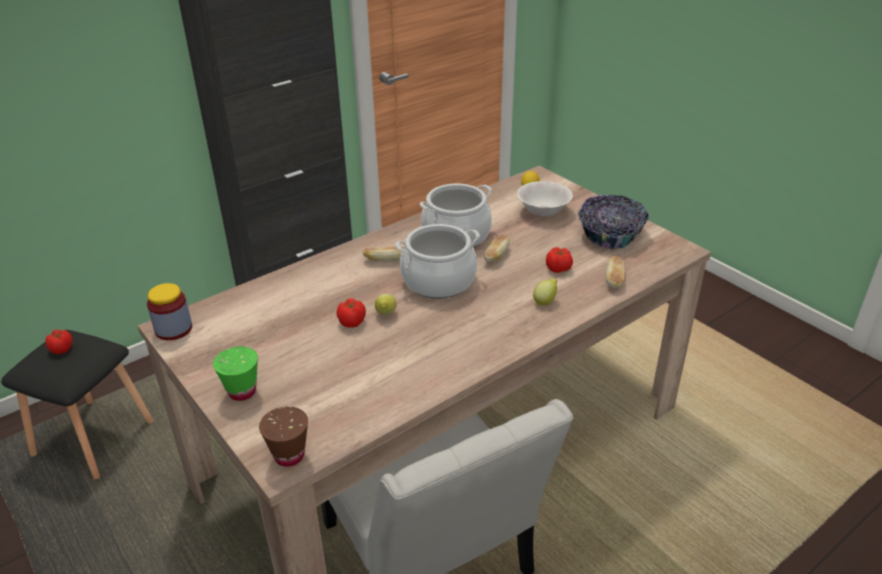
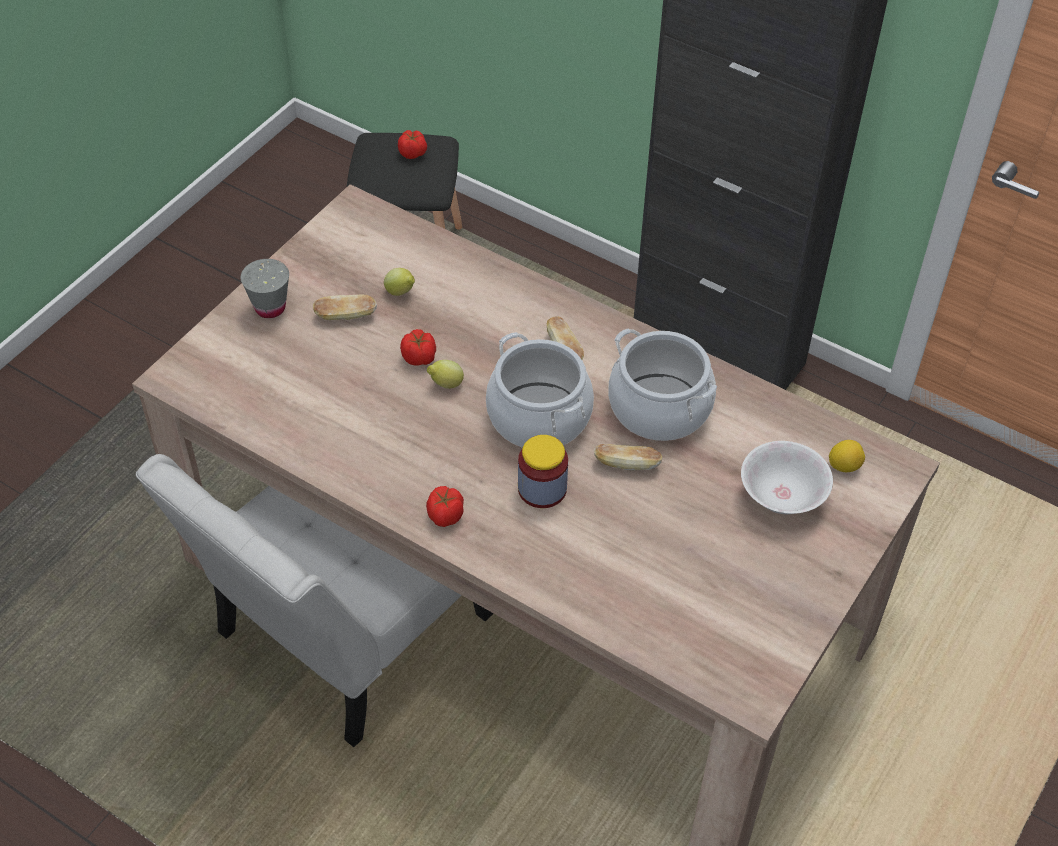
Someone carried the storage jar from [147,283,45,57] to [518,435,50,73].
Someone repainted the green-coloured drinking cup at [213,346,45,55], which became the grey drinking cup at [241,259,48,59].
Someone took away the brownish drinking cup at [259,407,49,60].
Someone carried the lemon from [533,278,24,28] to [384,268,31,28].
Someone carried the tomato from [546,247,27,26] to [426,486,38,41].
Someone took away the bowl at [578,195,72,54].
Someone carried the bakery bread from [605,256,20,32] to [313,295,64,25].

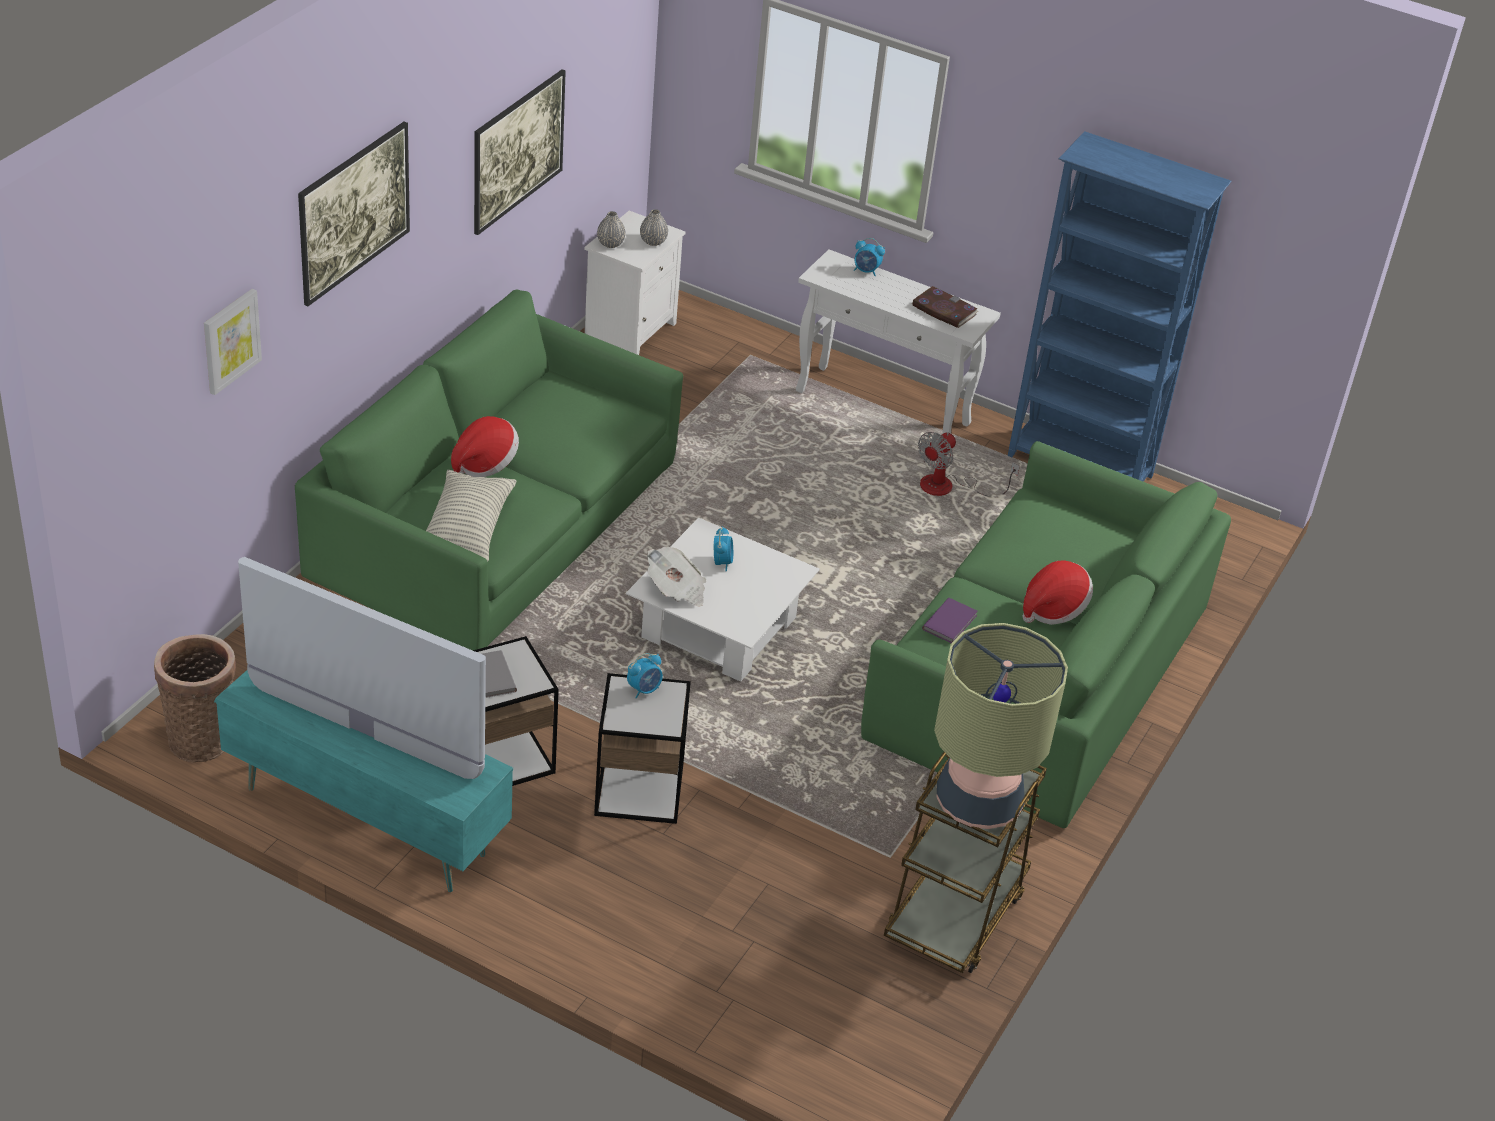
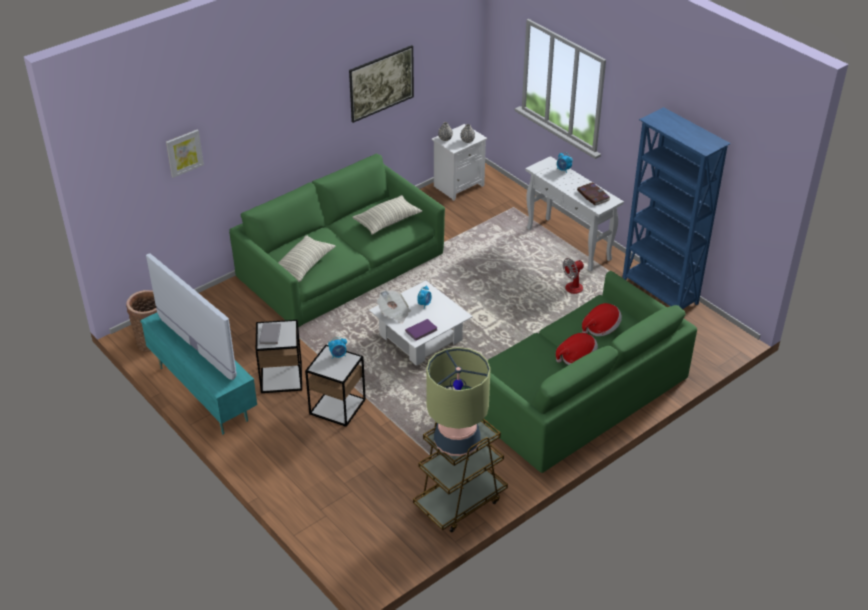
Someone took away the wall picture at [298,122,112,184].
Someone carried the hat from [451,416,68,61] to [582,303,40,33].
Someone carried the purple-coloured bound book from [922,598,56,45] to [405,319,32,22].
Someone put down the throw pillow at [353,195,69,40].

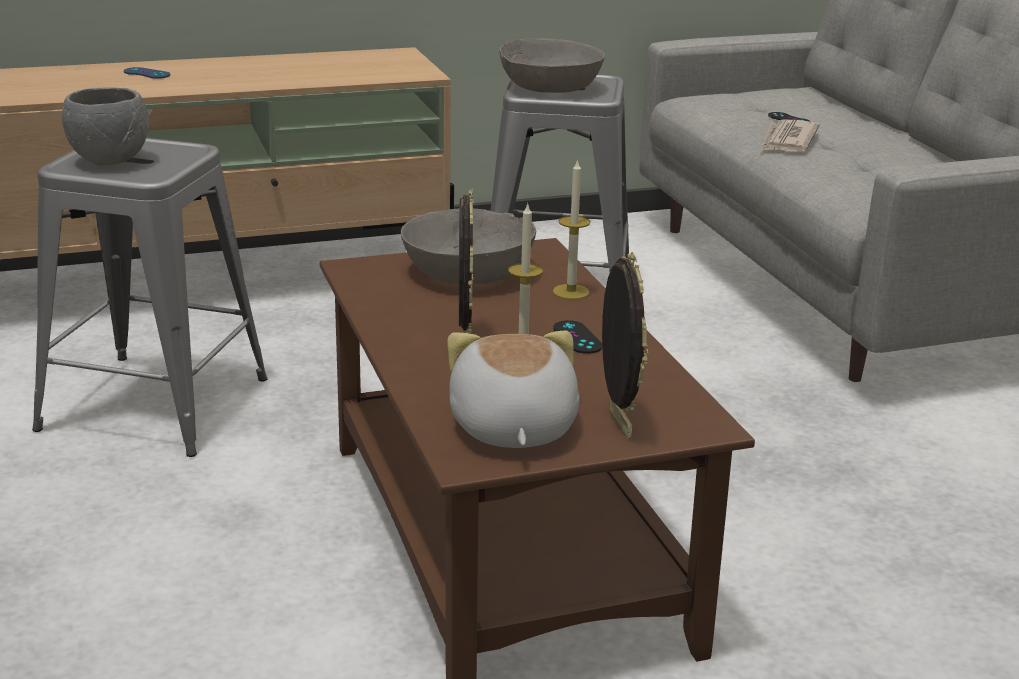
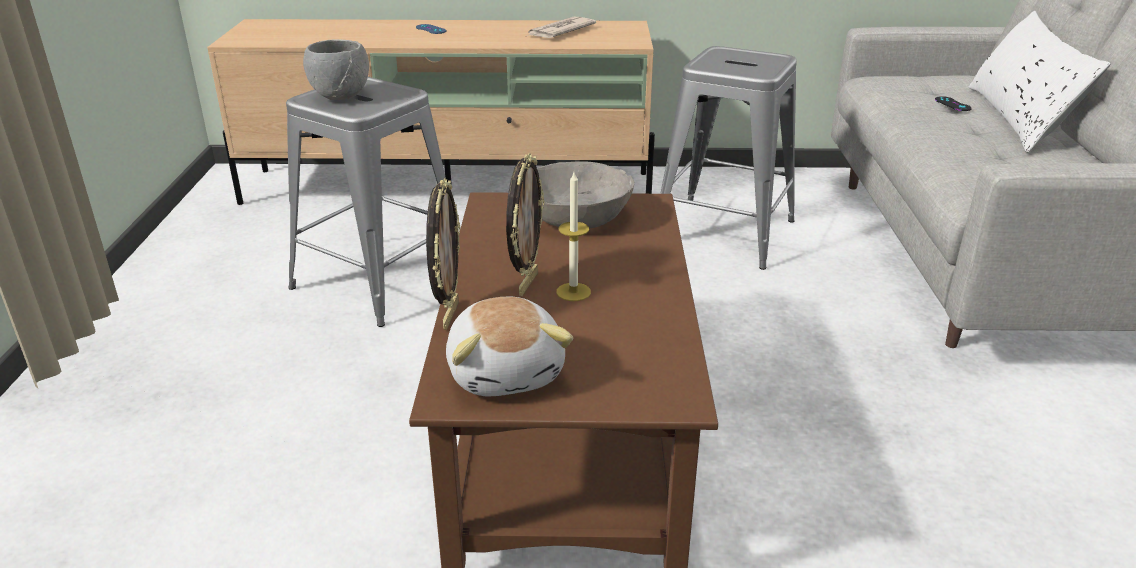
Someone rotated the cuddly toy at [447,330,132,118] by 150 degrees clockwise.
Someone took away the grey bowl at [499,38,106,55].
Someone took away the candle at [553,159,38,141].
Someone took away the black joypad at [553,320,49,34].
Someone carried the photo frame from [602,252,46,187] to [426,178,34,152].
Someone carried the daily paper from [761,119,59,33] to [527,17,69,21].
Someone put down the whitish throw pillow at [968,11,143,142].

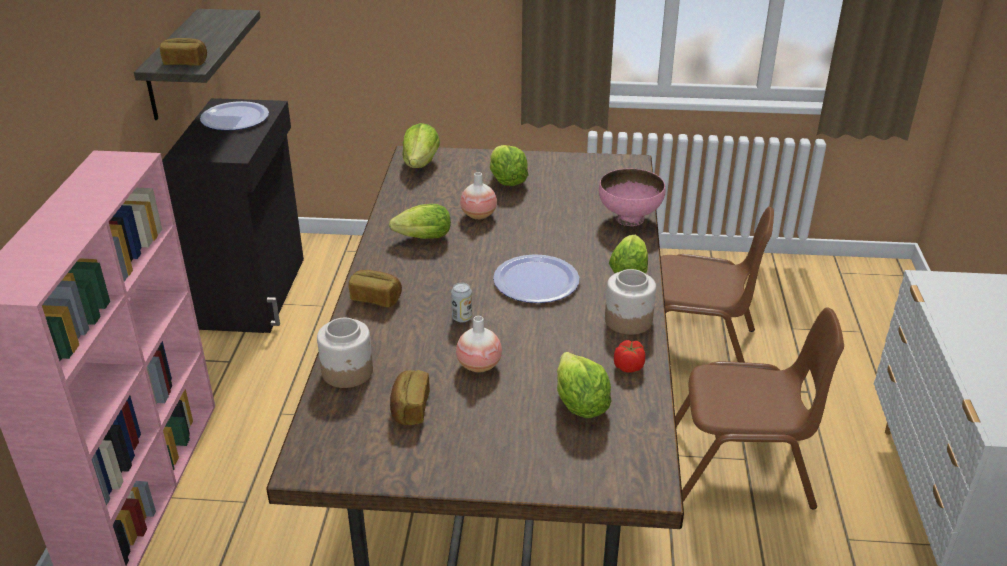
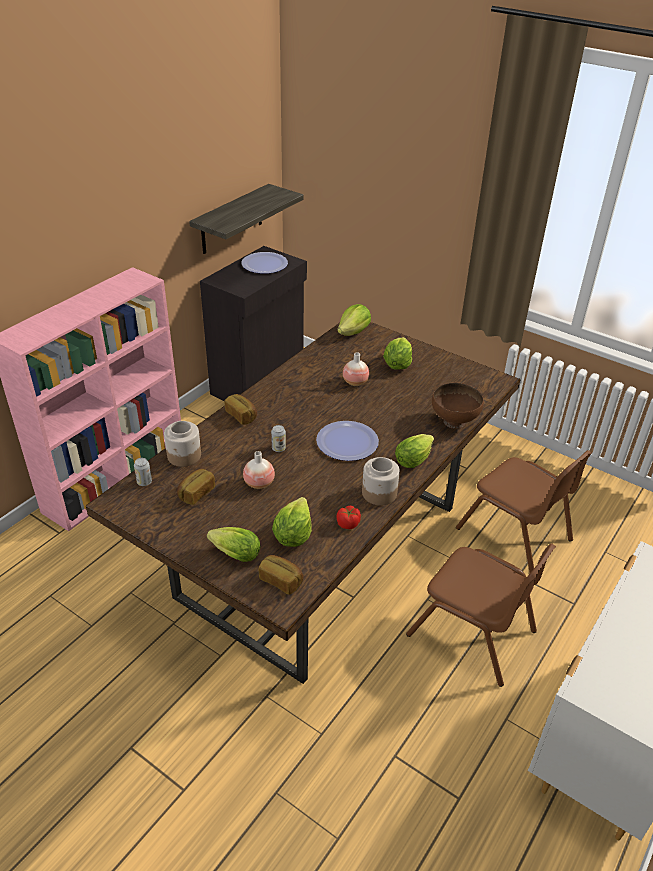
Someone carried the bakery bread from [160,38,47,28] to [258,555,46,40].
Someone carried the lettuce from [389,204,62,35] to [207,527,54,35].
Someone repainted the pinkish bowl at [599,168,67,58], which became the brownish bowl at [432,383,52,46].
Someone put down the metal can at [134,458,18,28].

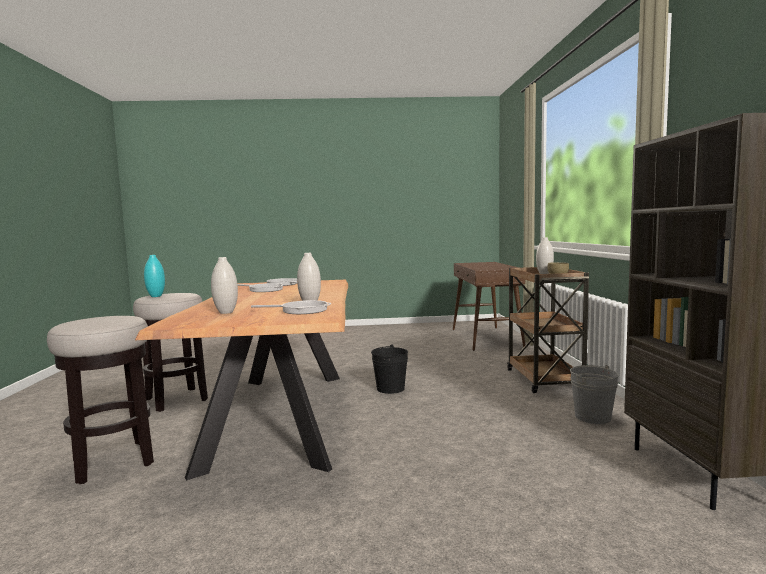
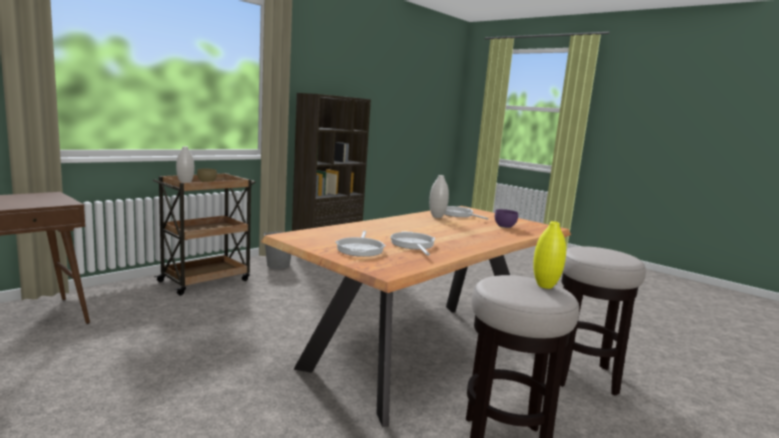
Someone repainted the blue-green flower vase at [144,255,21,42], which became the yellow flower vase at [533,221,33,68].
Someone swapped the whitish flower vase at [211,257,27,57] for the purple-coloured bowl at [495,209,23,19].
Someone took away the black water bucket at [371,344,37,50].

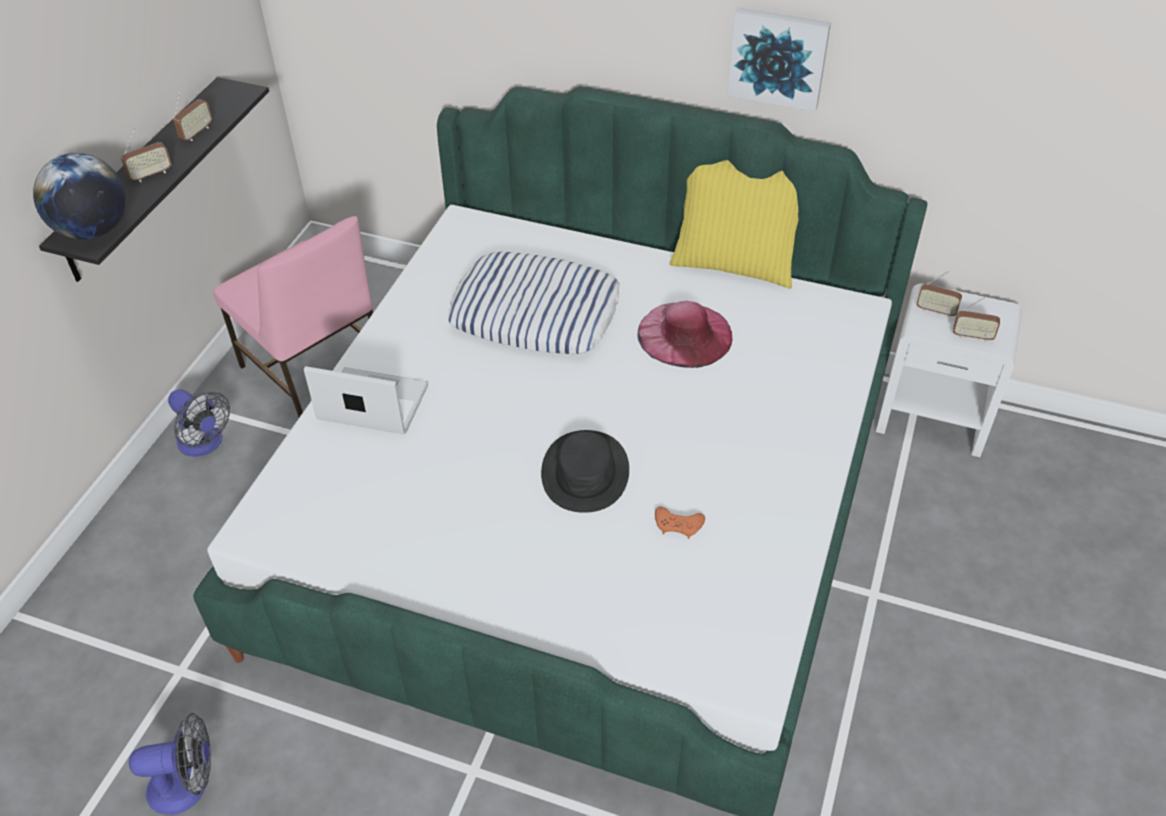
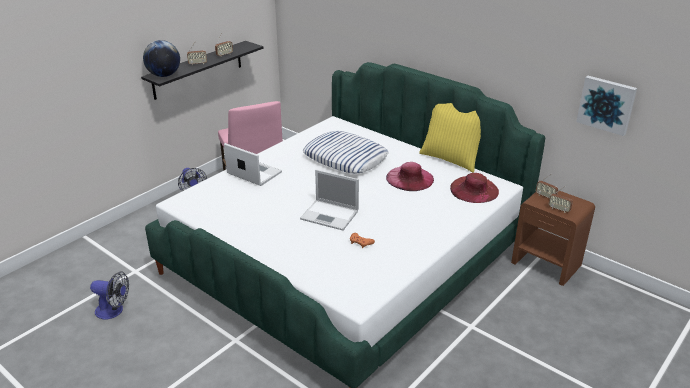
Someone swapped the black hat at [541,430,88,83] for the portable computer at [300,169,59,61].
Someone carried the wall picture from [727,7,104,105] to [576,76,61,60].
Someone repainted the whitish nightstand at [876,284,146,173], which became the brownish nightstand at [511,190,84,96].
Someone put down the red hat at [450,173,49,30].

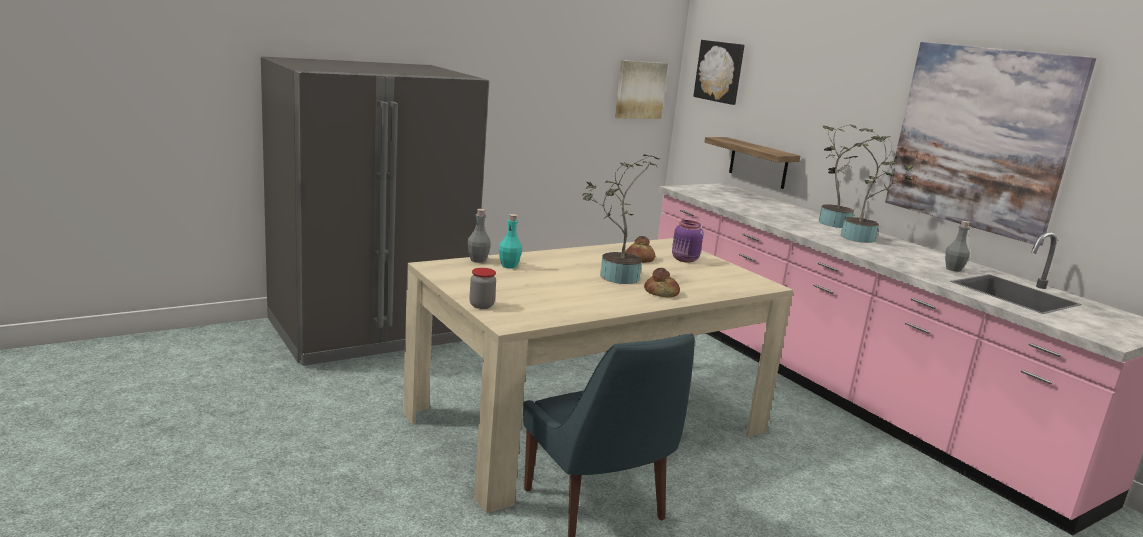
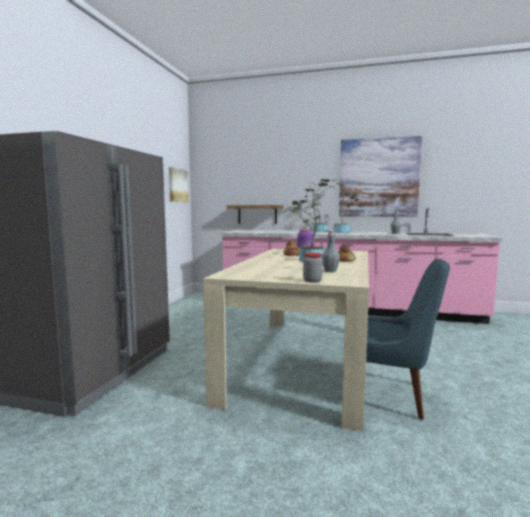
Someone carried the grey beverage bottle from [467,209,24,54] to [322,231,18,41].
Someone took away the blue-green beverage bottle at [499,214,23,55].
Someone took away the wall picture at [693,40,52,65].

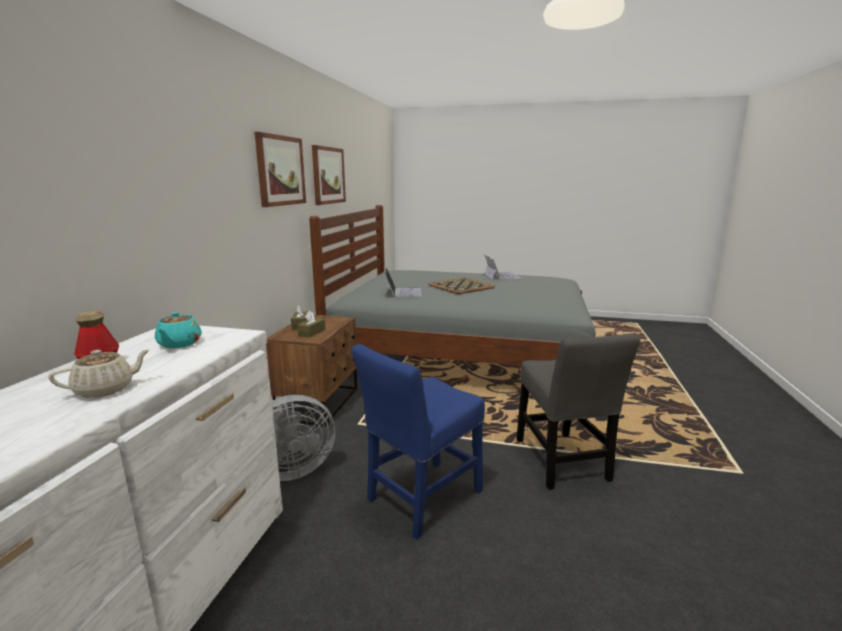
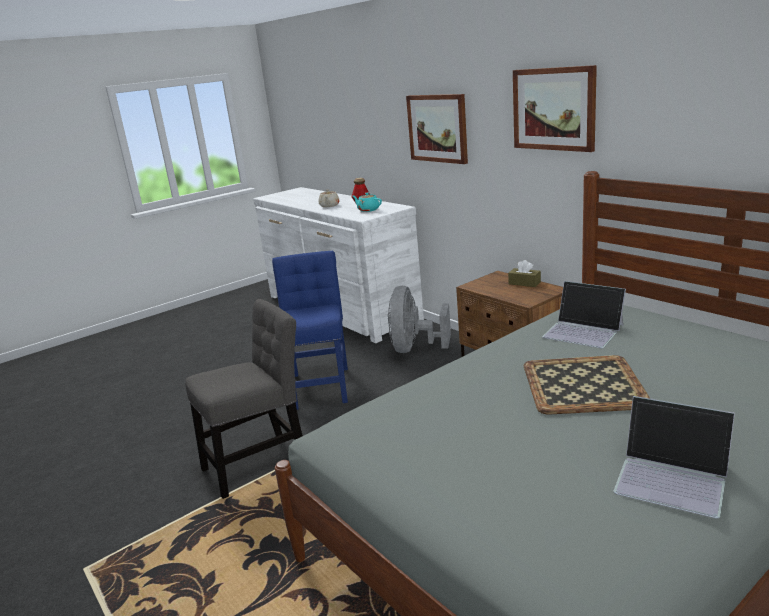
Someone took away the brownish box of tissues at [297,311,28,27].
Someone carried the wall picture from [312,145,34,60] to [406,94,62,70].
Someone rotated the grey upright chair at [516,333,124,157] by 120 degrees clockwise.

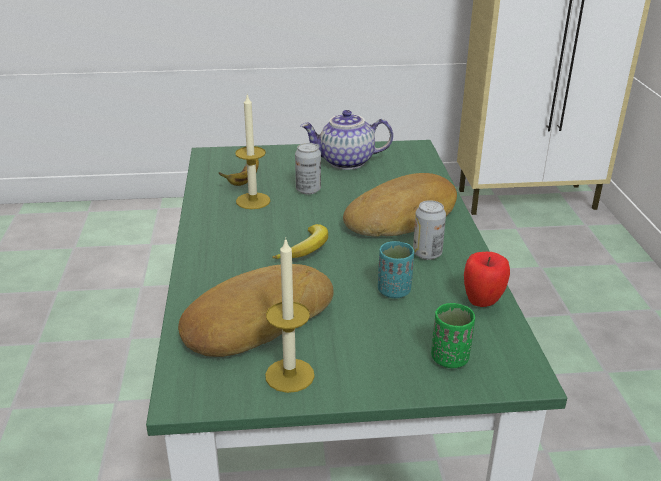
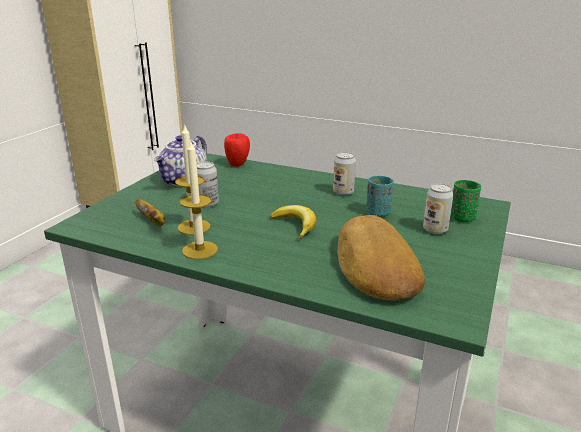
Someone carried the candle from [265,237,50,156] to [180,139,38,120].
Someone took away the bakery bread at [343,173,114,64].
Someone carried the apple fruit from [464,252,46,55] to [224,133,26,34].
Someone put down the metal can at [423,183,31,51].

